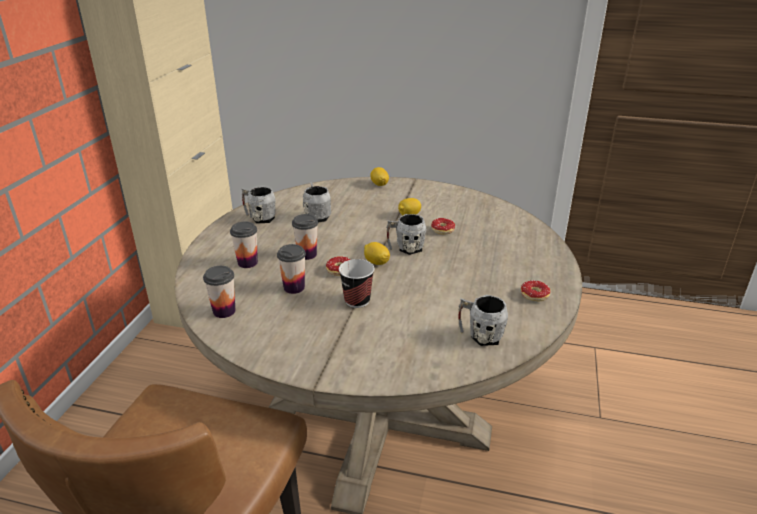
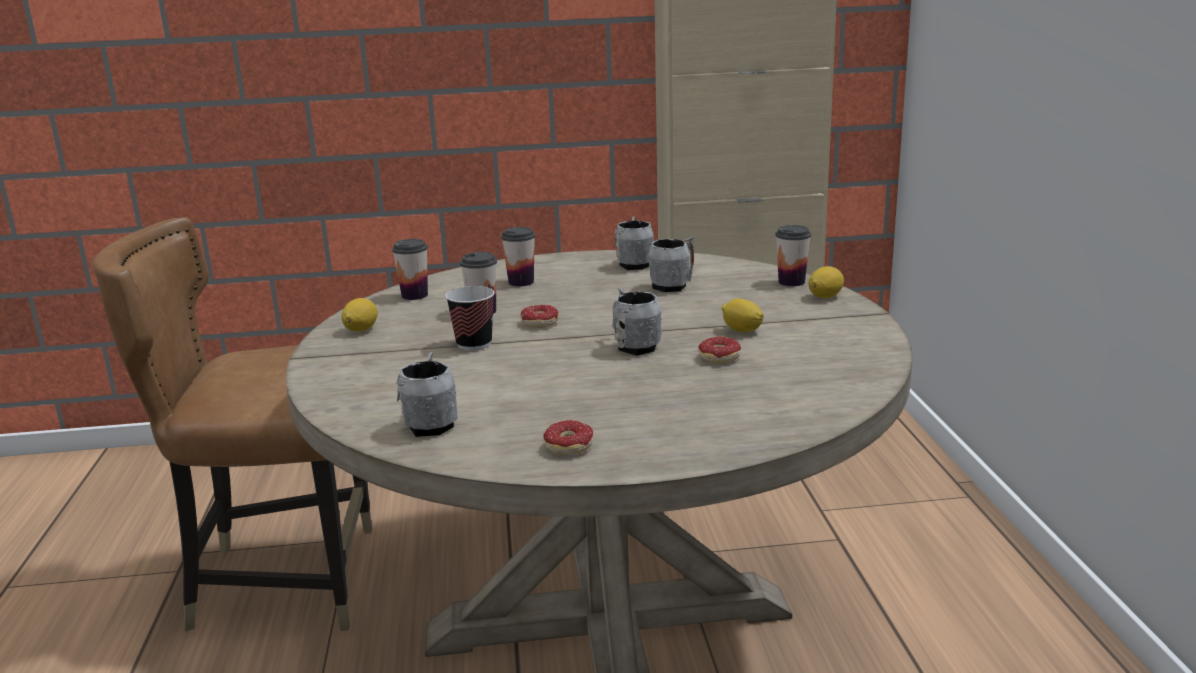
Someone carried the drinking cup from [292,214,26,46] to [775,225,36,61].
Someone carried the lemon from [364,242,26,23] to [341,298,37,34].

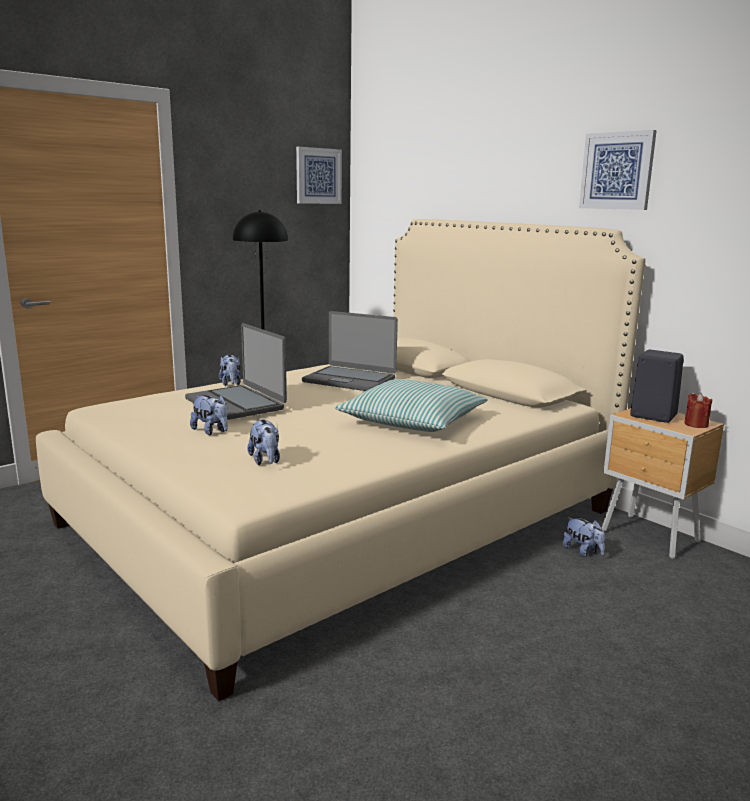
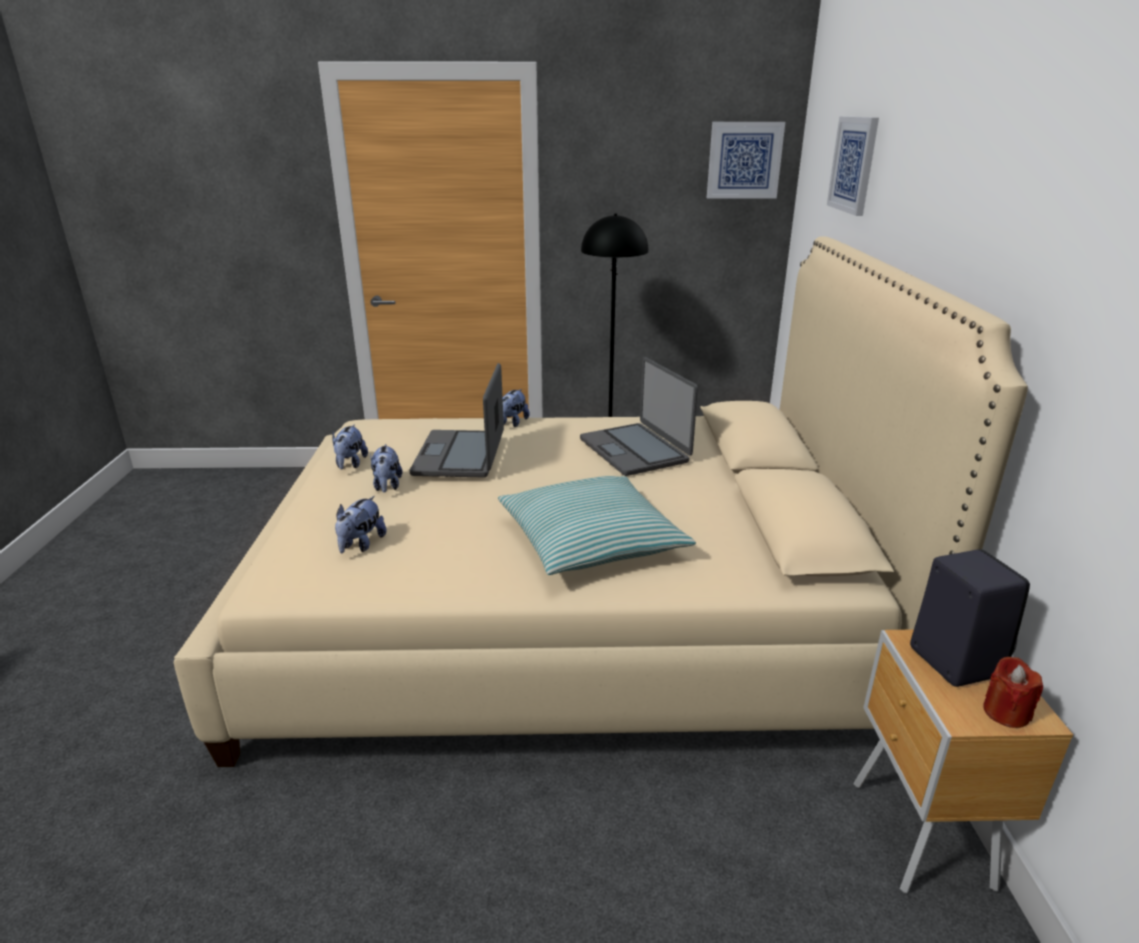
Someone carried the cuddly toy from [563,517,42,40] to [332,424,36,46].
Someone carried the wall picture from [579,130,78,80] to [827,117,52,99].

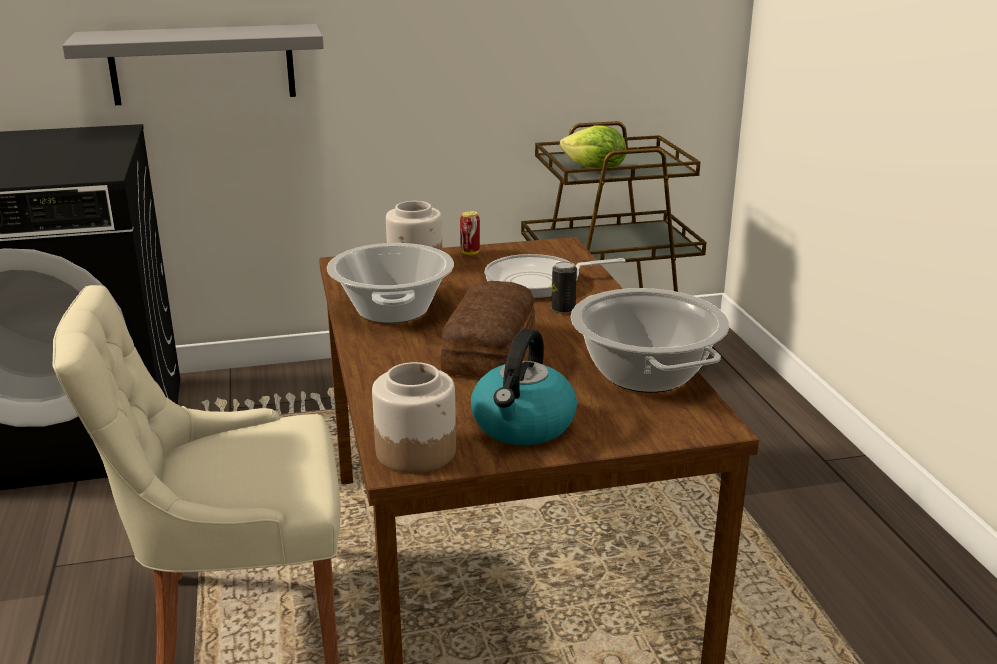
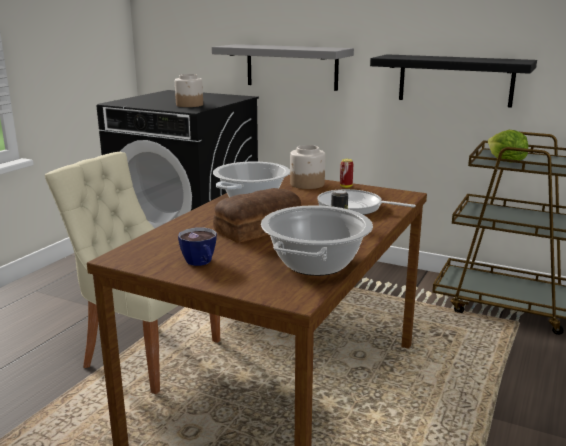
Someone carried the storage jar from [372,362,84,111] to [175,74,28,33].
Someone swapped the kettle at [471,328,106,117] for the drinking cup at [178,228,39,38].
Someone put up the black wall shelf at [370,54,167,54].

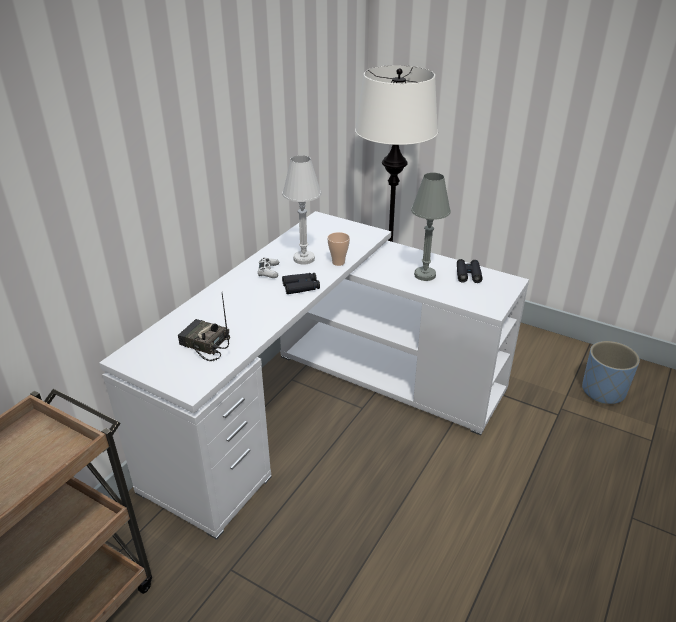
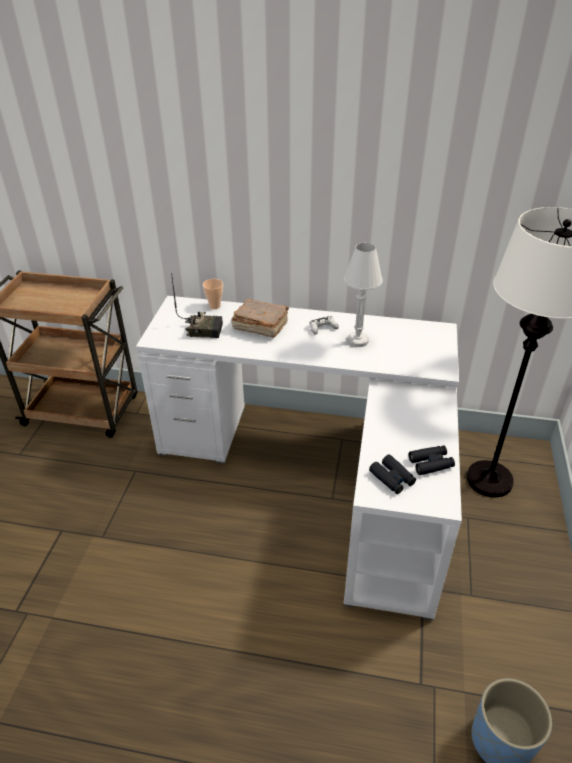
Someone rotated the radio at [178,294,52,67] by 90 degrees clockwise.
Someone carried the black binoculars from [282,273,38,21] to [369,455,47,39].
Someone carried the drinking cup from [327,232,23,34] to [203,279,20,30].
Someone took away the grey tabletop lamp at [411,173,40,108].
Someone put down the brownish bound book at [231,299,58,39].

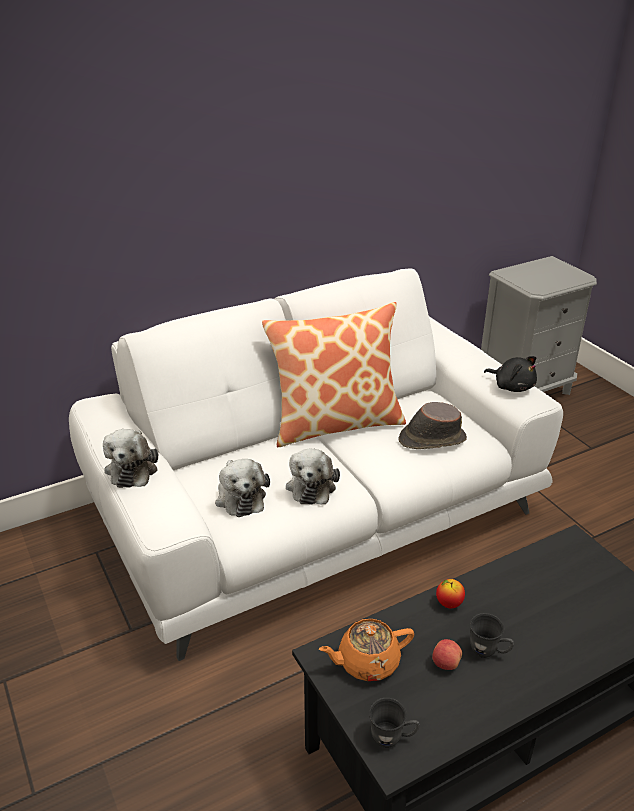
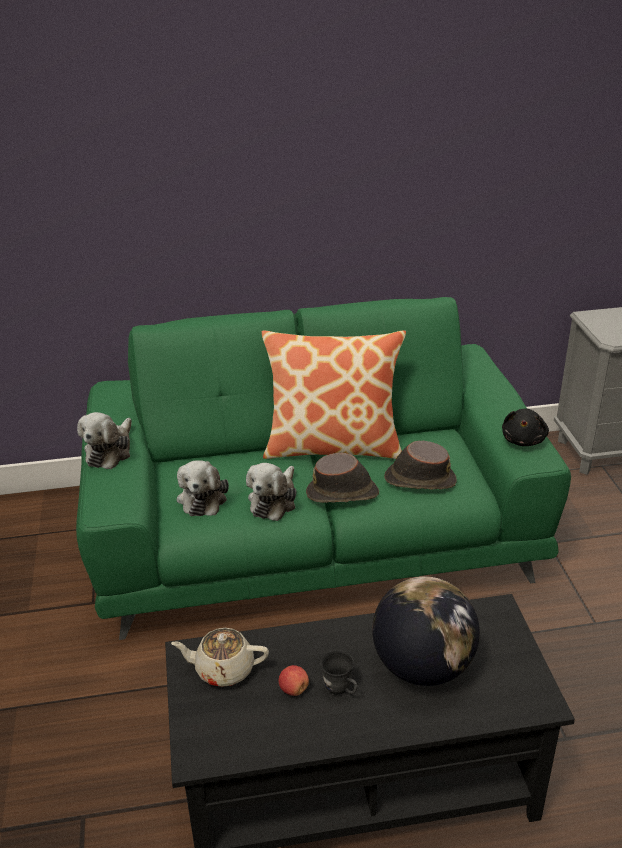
Someone repainted the whitish sofa at [69,268,494,393], which became the green-coloured sofa at [76,297,495,343].
Someone repainted the orange teapot at [319,619,95,62], which became the sand-coloured teapot at [171,628,98,59].
Someone took away the grey coffee mug at [369,698,51,50].
Someone took away the apple fruit at [436,579,29,29].
Someone rotated the black cuddly toy at [484,356,53,36] by 45 degrees clockwise.
Someone put down the brownish hat at [306,452,73,51].
Someone put down the globe at [372,577,108,109].

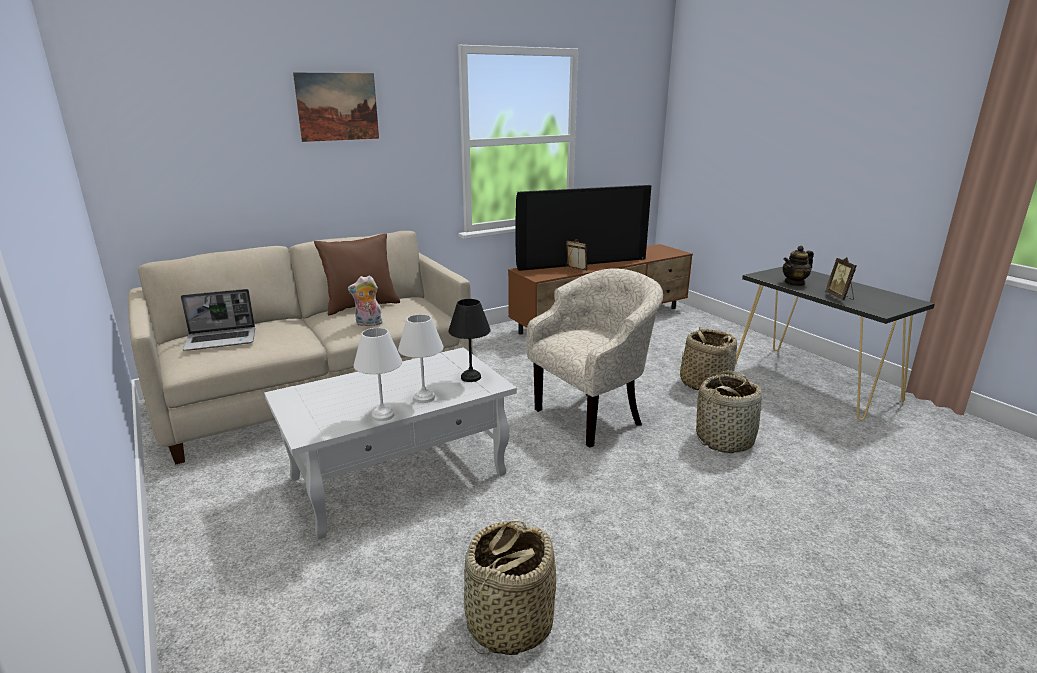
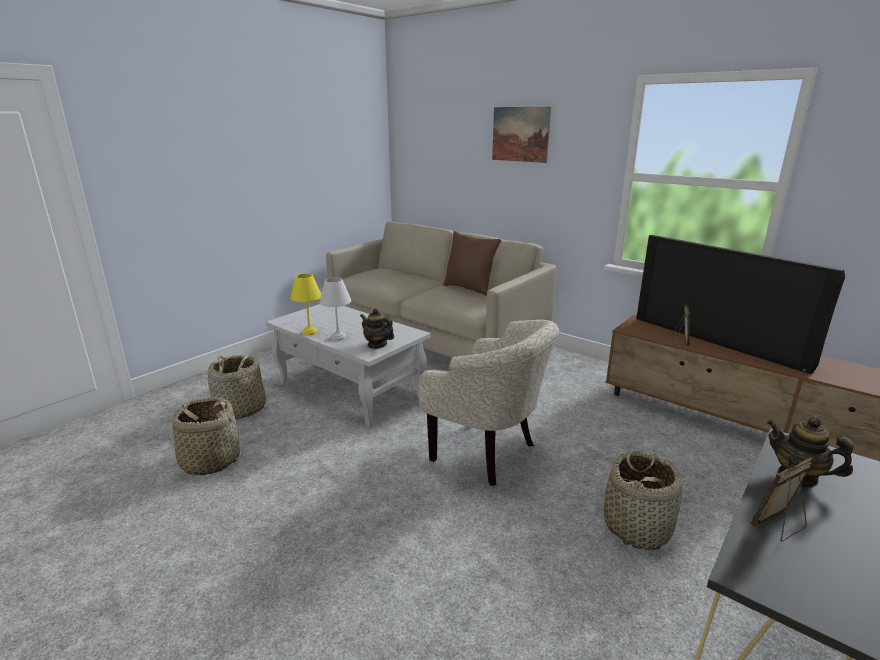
Someone took away the portable computer at [181,289,74,62].
Someone took away the cuddly toy at [348,276,35,50].
Someone repainted the whitish tabletop lamp at [354,328,48,93], which became the yellow tabletop lamp at [290,274,31,61].
Someone swapped the black tabletop lamp at [448,299,43,83] for the teapot at [360,308,34,41].
Someone carried the basket from [696,370,66,83] to [208,355,58,64].

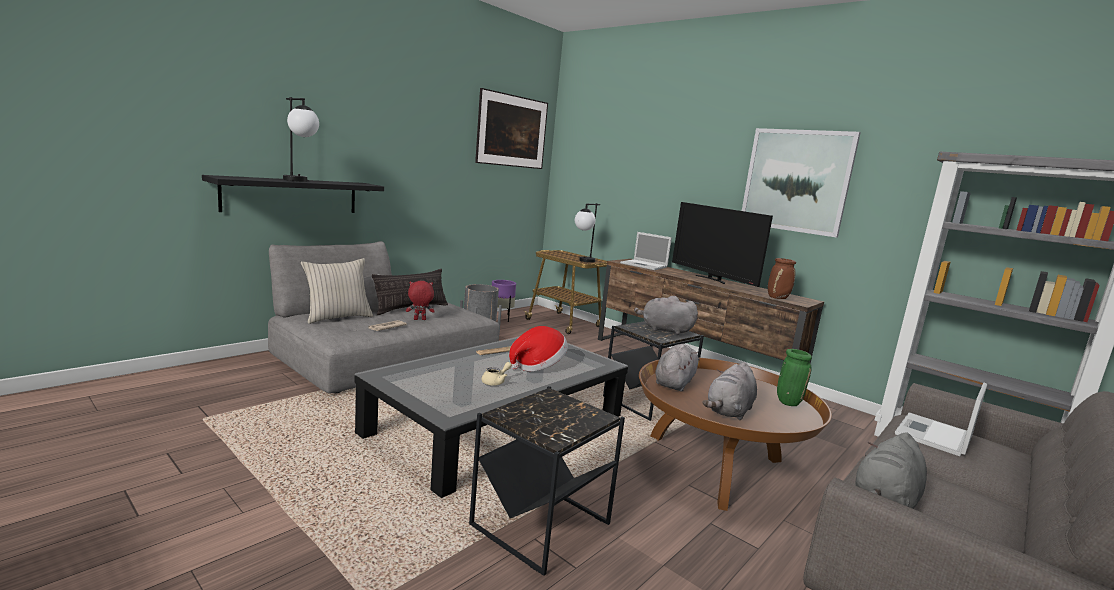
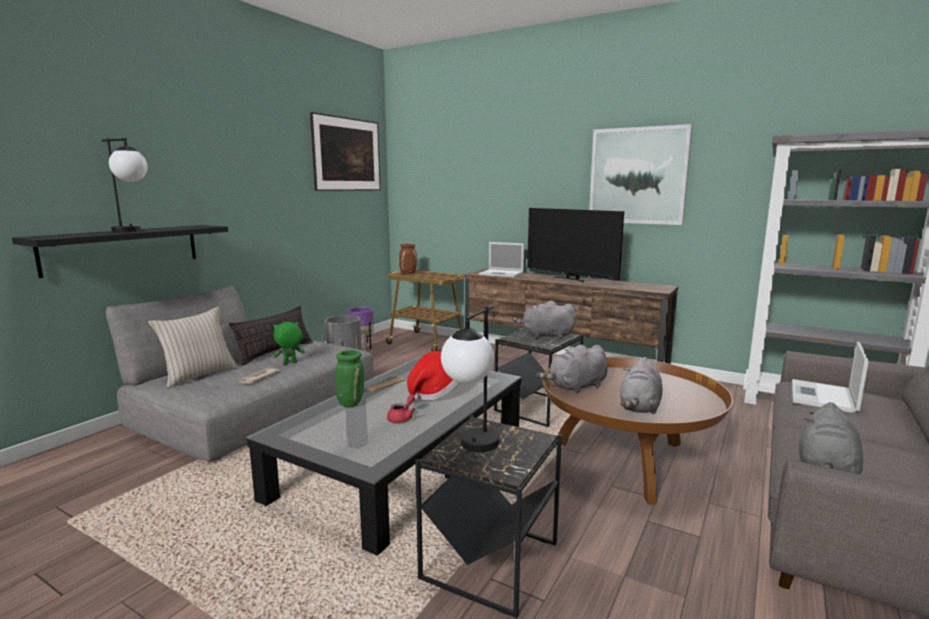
Someone repainted the red cuddly toy at [406,281,29,39], which became the green-coloured cuddly toy at [273,322,32,42].
Someone repainted the sand-coloured teapot at [481,362,31,24], which became the red teapot at [387,395,28,28].
Someone carried the tabletop lamp from [575,203,25,60] to [441,305,58,147].
Someone rotated the grey cuddly toy at [655,344,45,48] by 135 degrees counterclockwise.
Someone carried the brownish flower vase from [768,258,28,41] to [399,244,18,30].
Someone carried the green-coloured flower vase from [777,349,35,57] to [335,350,29,57].

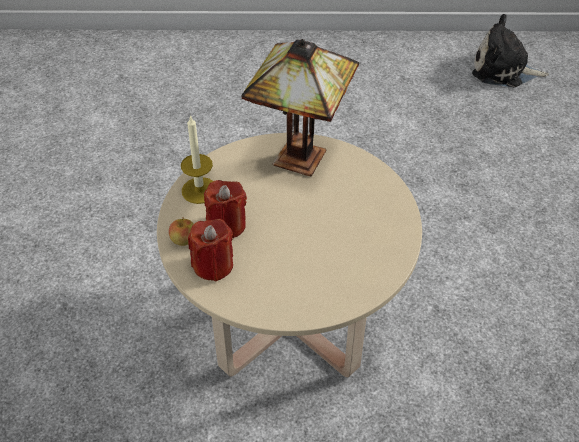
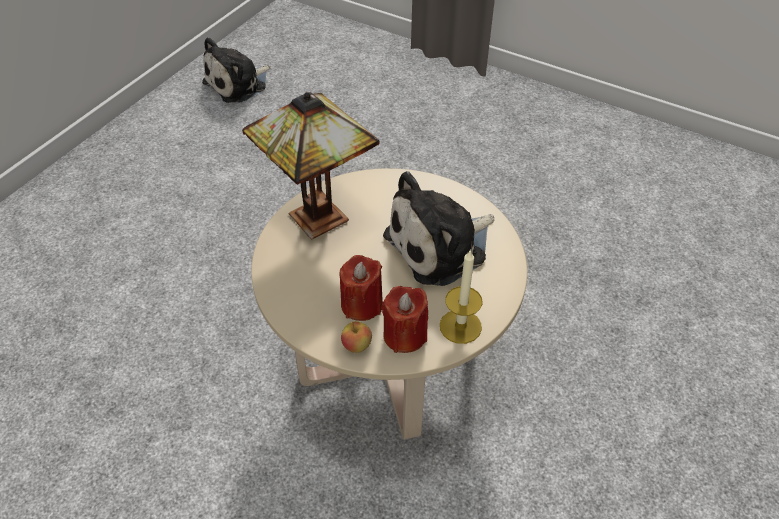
Someone carried the candle from [181,115,32,89] to [440,249,43,95].
Someone put down the cuddly toy at [383,171,112,115].

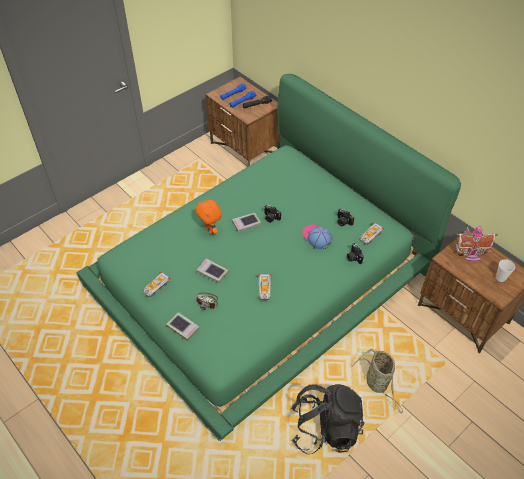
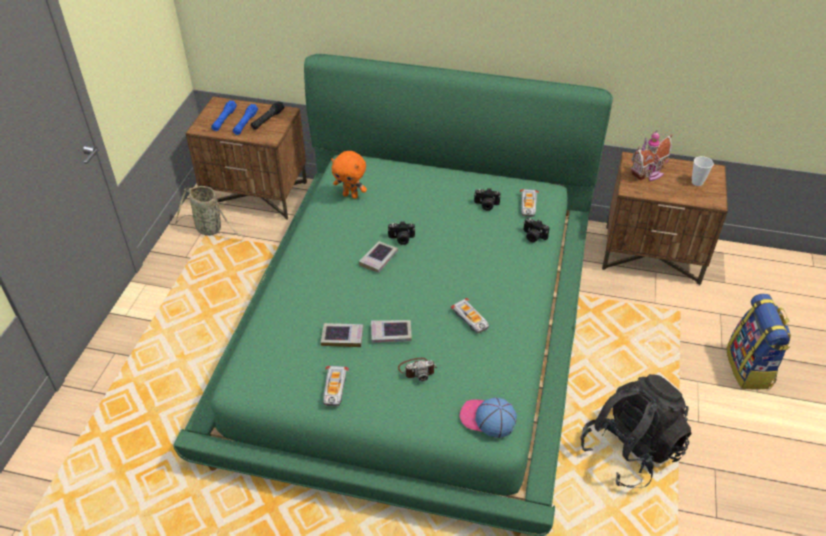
Someone carried the bound book from [166,312,34,29] to [321,323,42,24].
Someone carried the orange cuddly toy from [196,200,26,34] to [331,151,36,48].
Someone carried the peaked cap from [302,224,30,26] to [459,397,58,41].
Someone carried the basket from [352,349,51,64] to [175,186,71,51].
Someone put down the knapsack at [726,294,65,95].

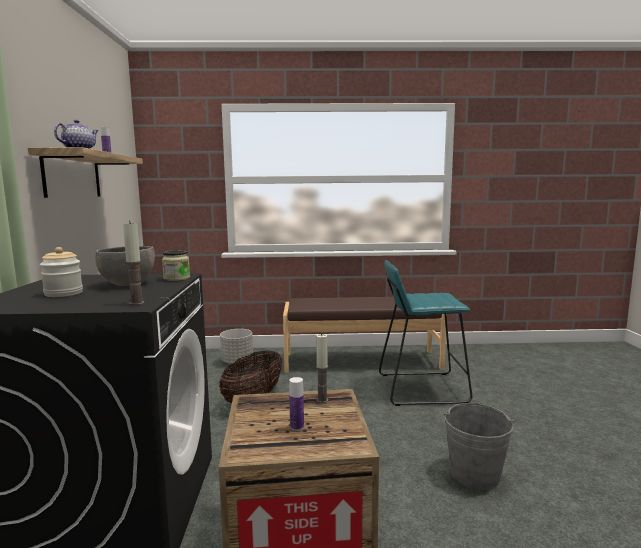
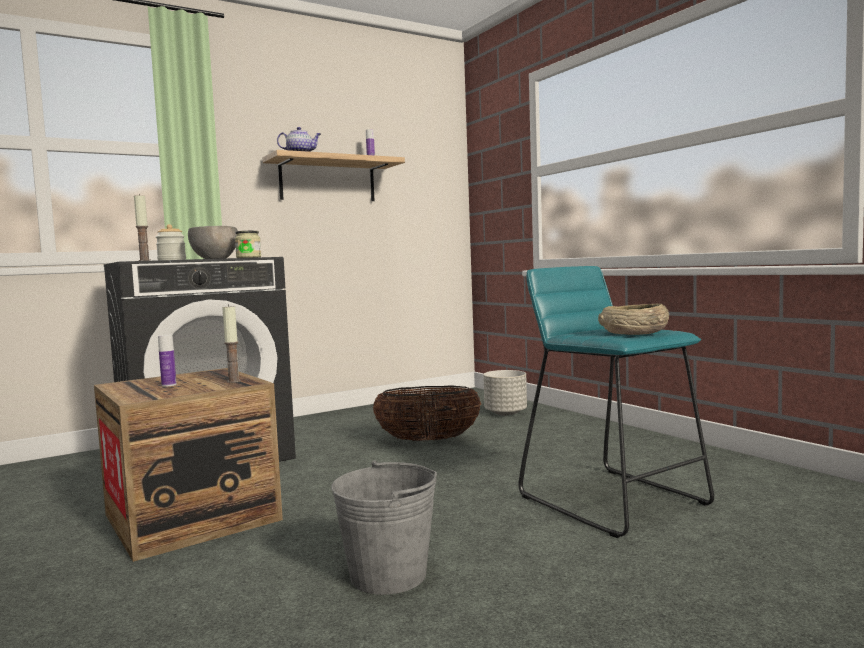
Someone took away the brownish long seat at [283,297,163,76].
Someone put down the sand-coloured bowl at [598,304,71,31].

